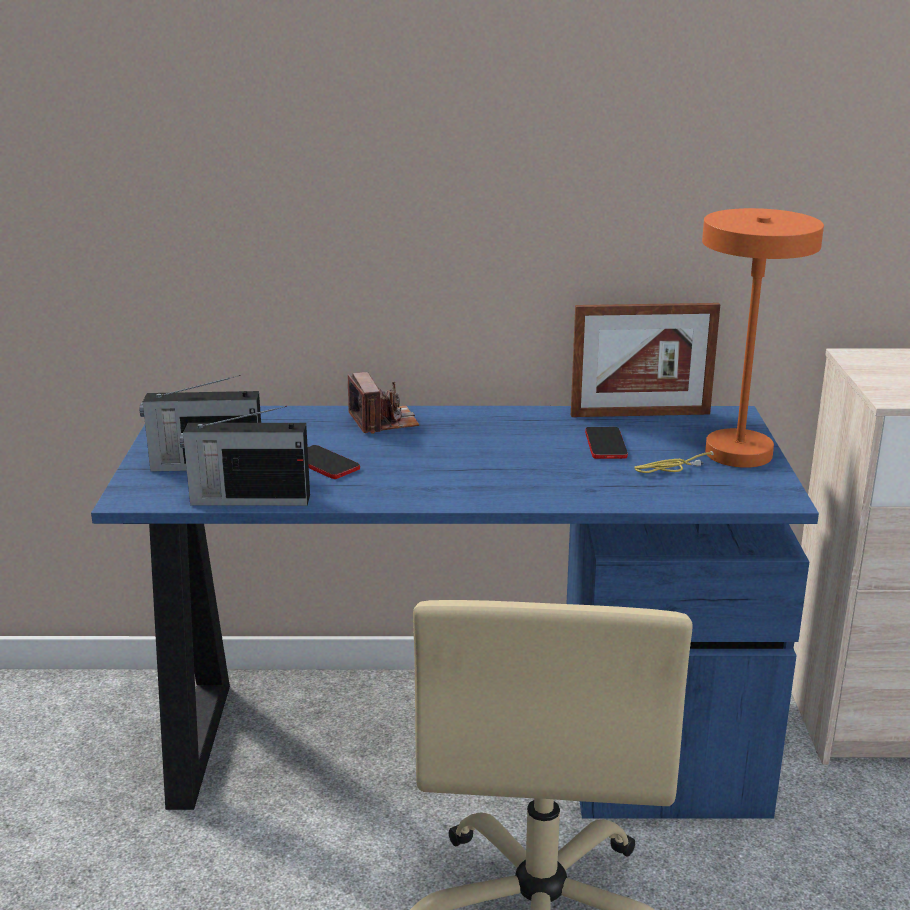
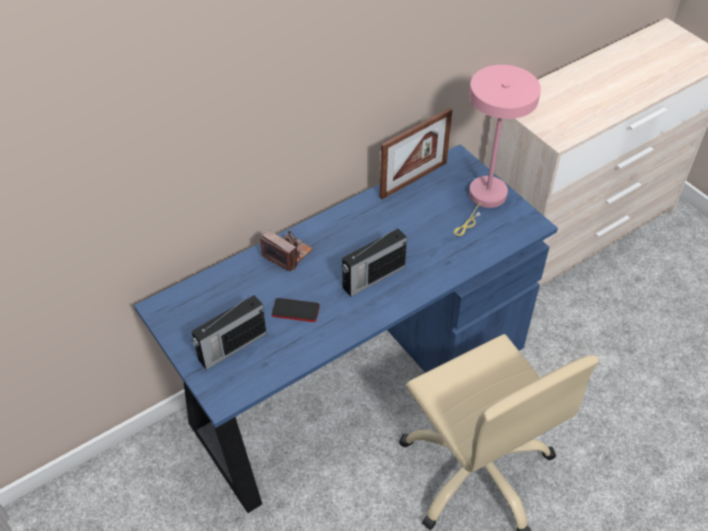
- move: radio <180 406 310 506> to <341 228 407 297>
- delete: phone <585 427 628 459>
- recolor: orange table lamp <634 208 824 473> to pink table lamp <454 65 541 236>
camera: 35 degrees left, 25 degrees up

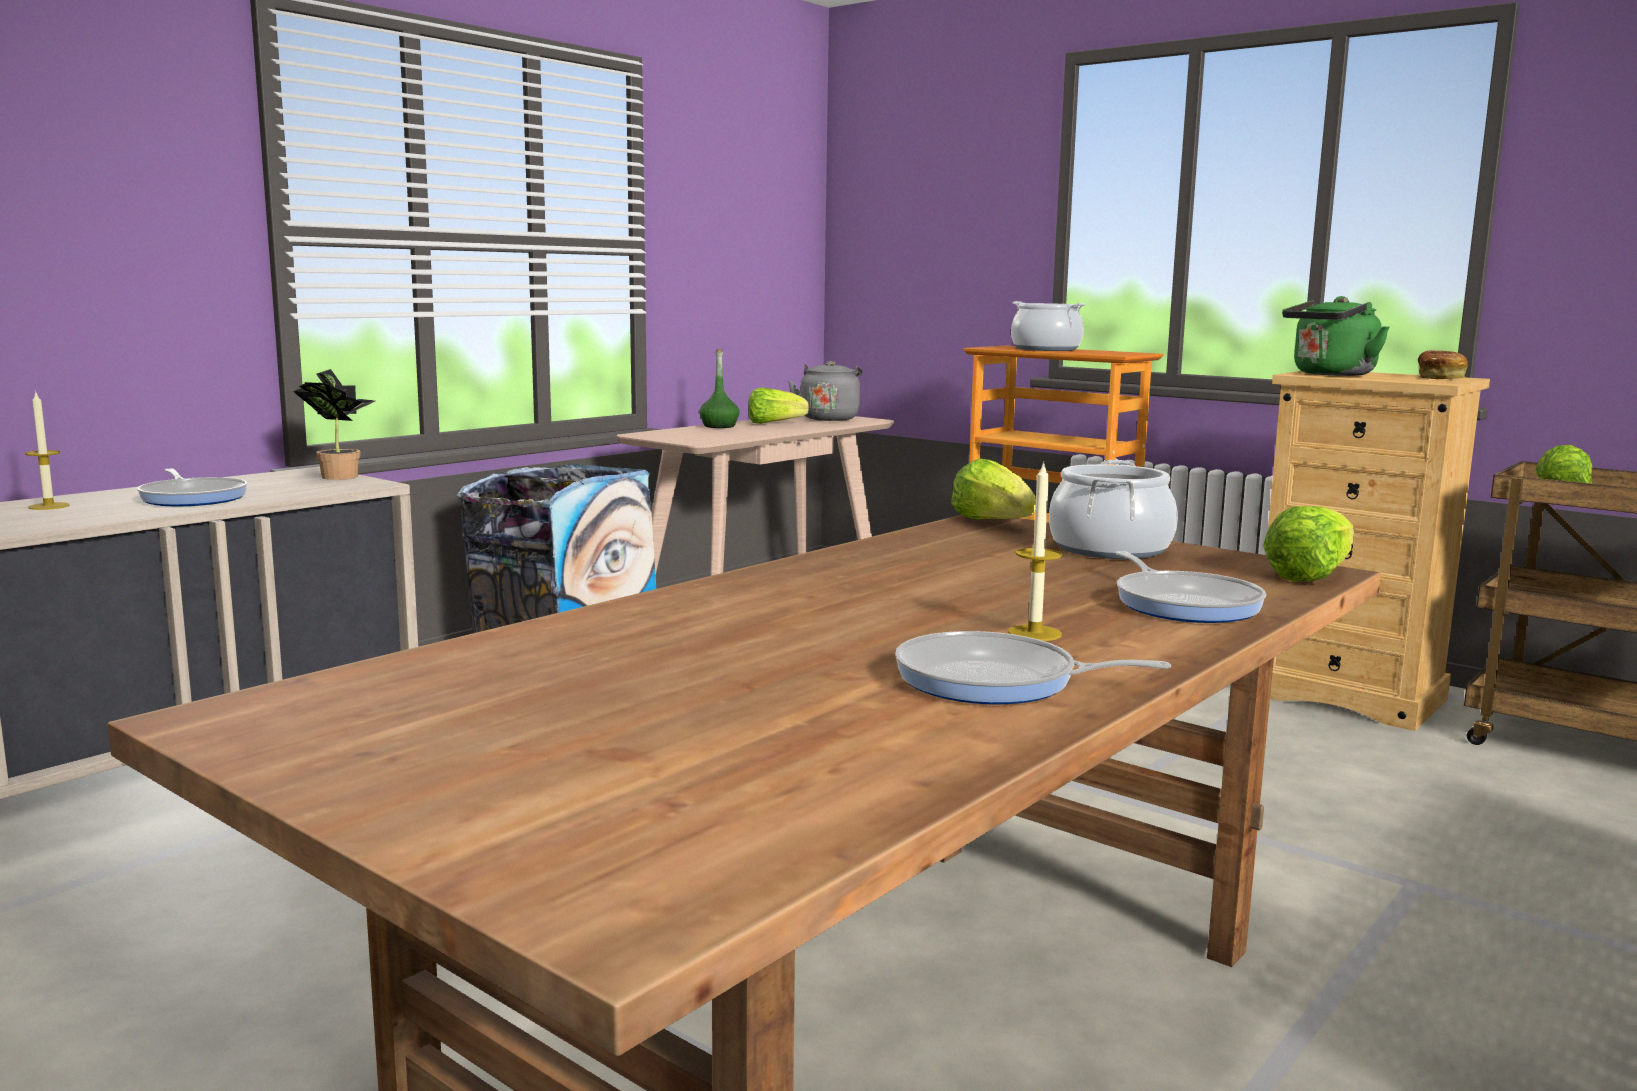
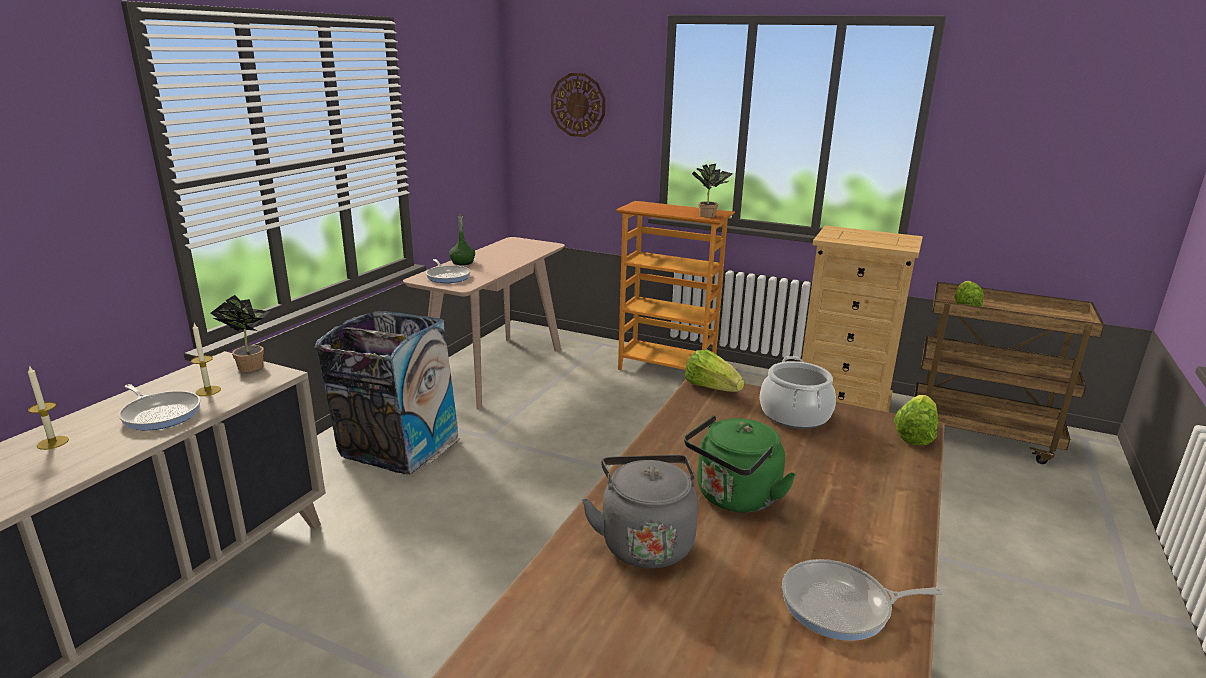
- delete: lettuce <748 387 809 424>
- move: grey kettle <788 361 862 421> to <582 455 698 569>
- move: candle <1008 462 1062 641> to <191 323 221 396>
- delete: cooking pot <1011 301 1086 351>
- move: frying pan <1116 551 1266 623> to <426 259 471 283>
- move: green kettle <1282 296 1389 376> to <684 415 796 513>
- delete: bread <1418 350 1468 379>
- insert: wall clock <551 73 605 137>
- insert: potted plant <692 164 733 218>
camera: 15 degrees left, 10 degrees up

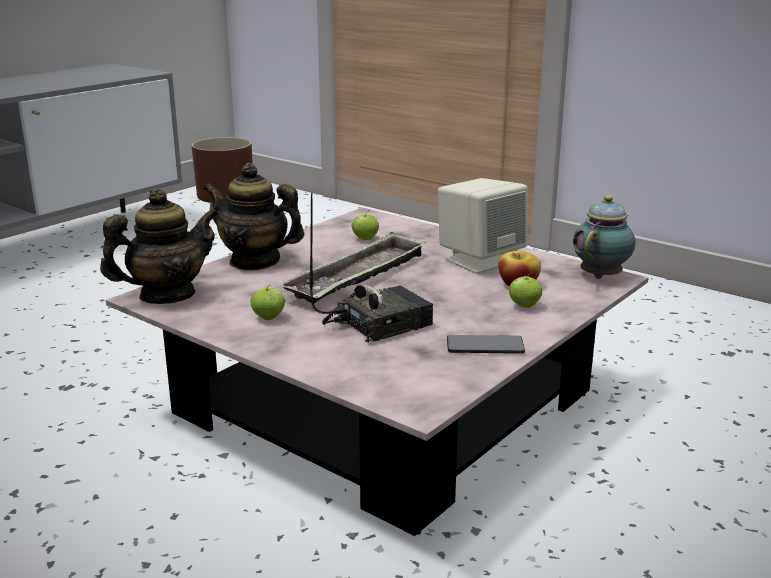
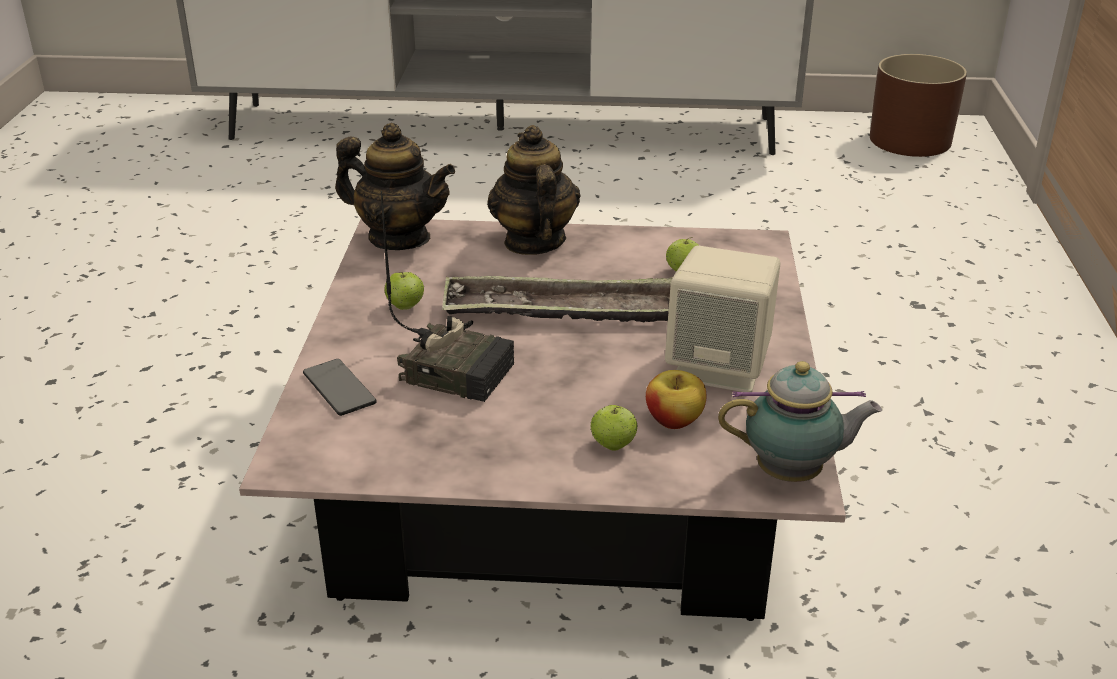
- move: phone <447 335 525 354> to <303 359 377 416>
camera: 55 degrees right, 10 degrees up

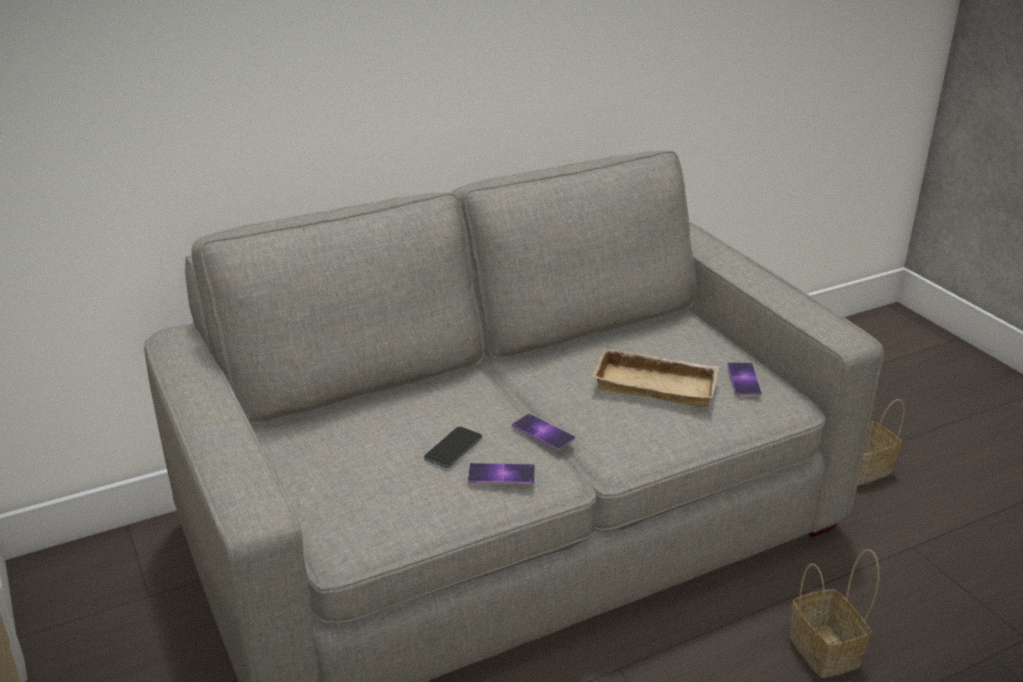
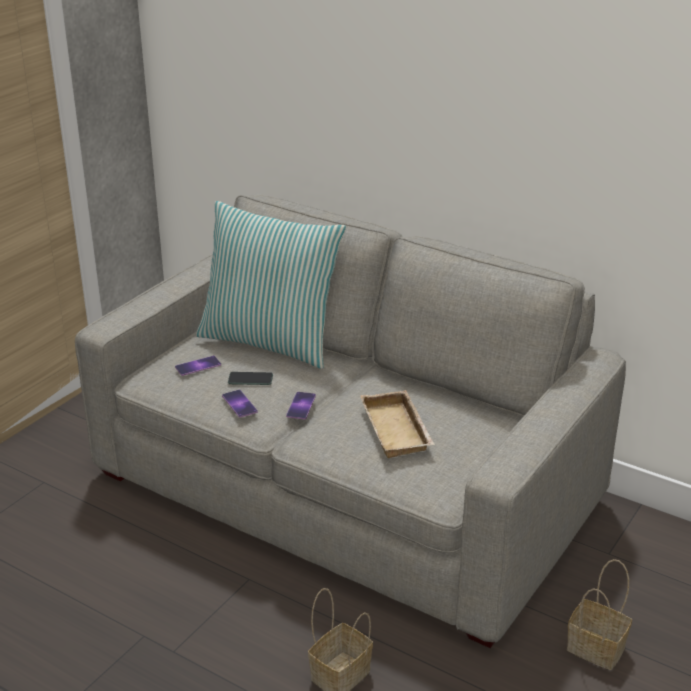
- move: phone <727 362 762 395> to <175 356 221 376>
- insert: pillow <196 201 346 369>
camera: 60 degrees right, 0 degrees up

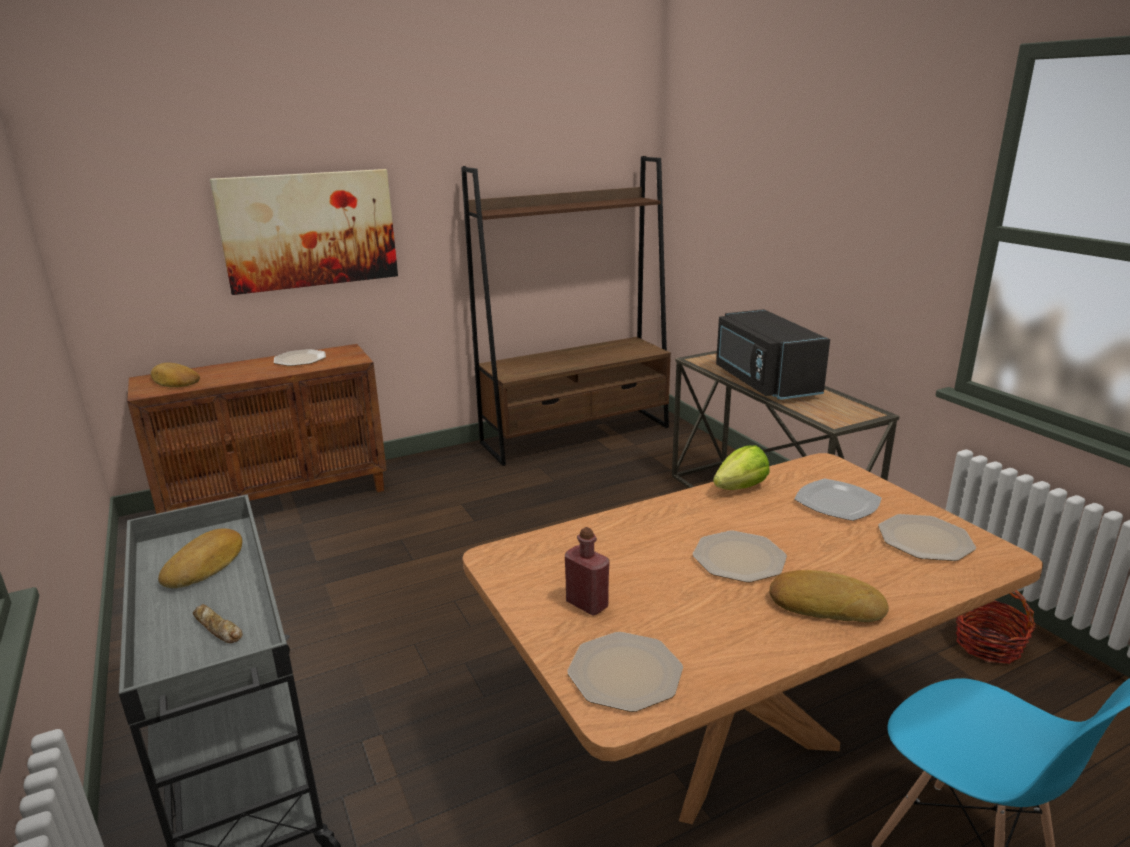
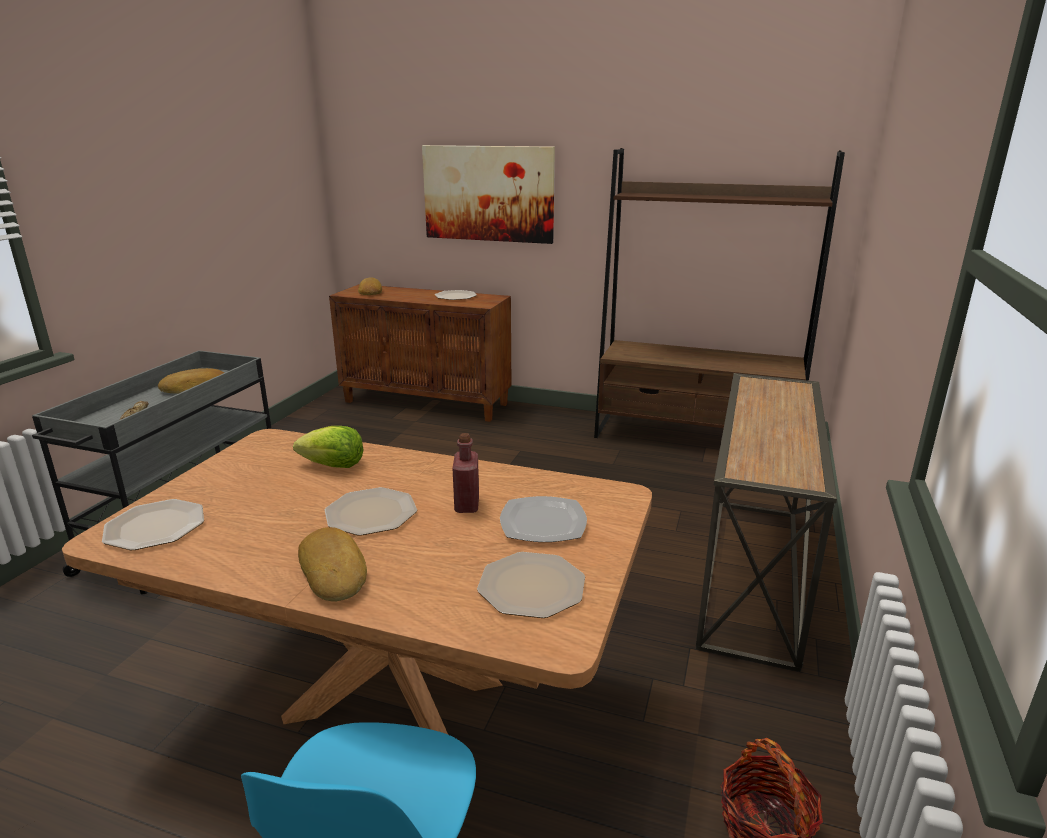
- move: red bottle <565 527 610 616> to <453 433 479 513>
- move: lettuce <713 445 769 490> to <293 426 363 468>
- delete: black microwave <716 309 830 400>
camera: 45 degrees right, 0 degrees up

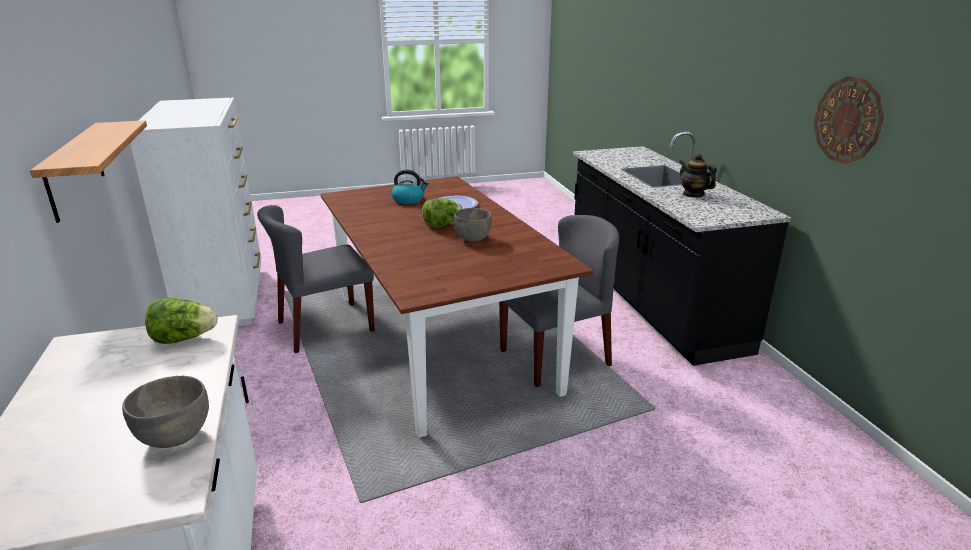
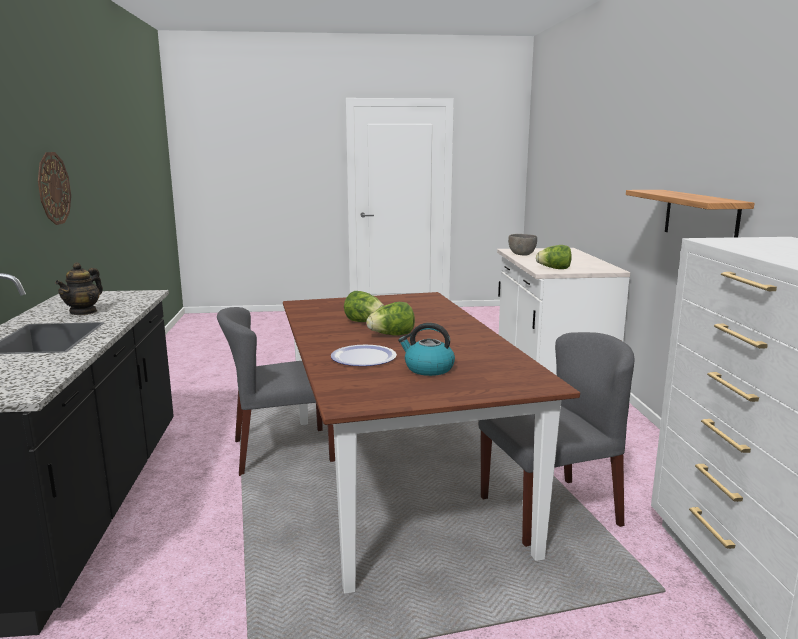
- replace: grey bowl <454 208 492 241> to lettuce <344 291 384 322>
- rotate: teapot <679 154 717 198> = <55 262 103 315> 45 degrees clockwise
camera: 170 degrees left, 10 degrees down

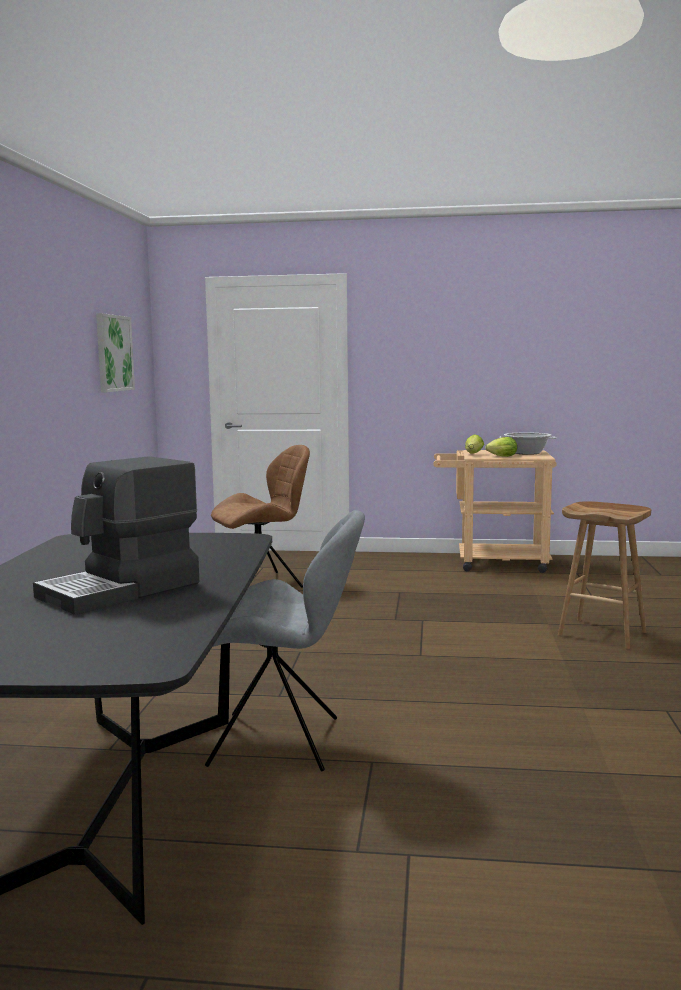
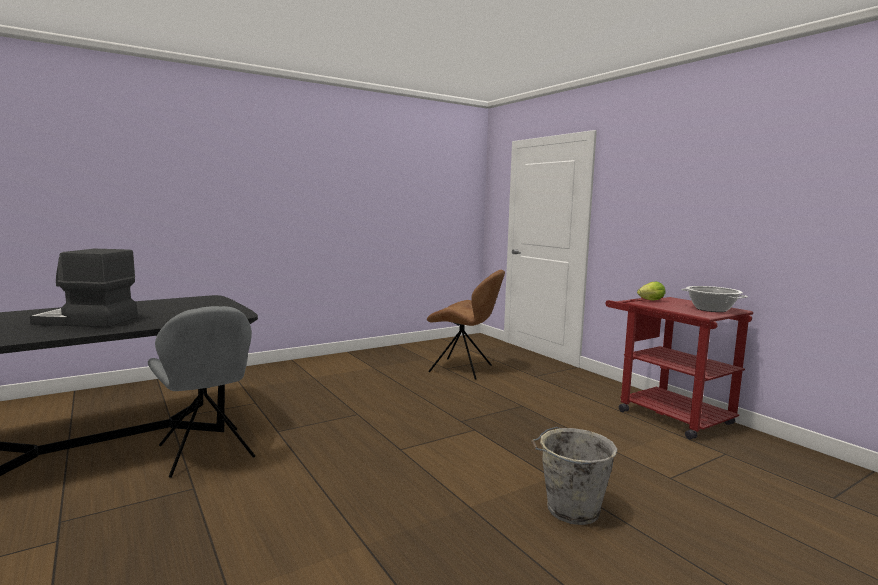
- delete: picture <96 313 135 392>
- recolor: beige cart <433 450 557 573> to red cart <605 297 753 440>
- delete: lettuce <485 437 517 457>
- replace: brown stool <558 501 651 649> to grey bucket <531 427 618 525>
camera: 50 degrees right, 0 degrees up

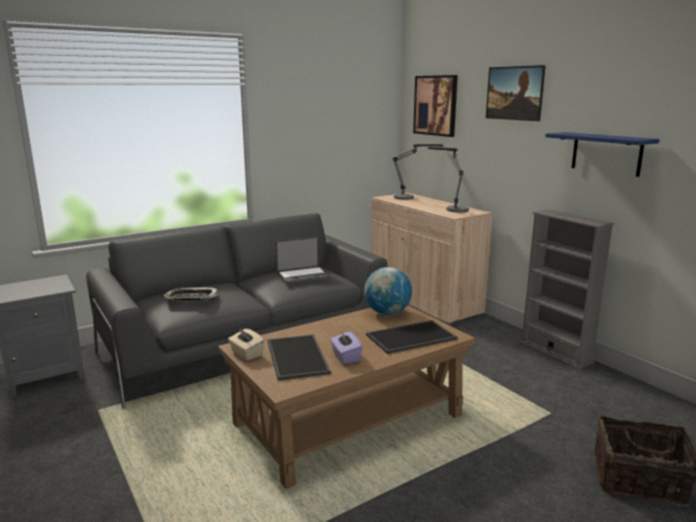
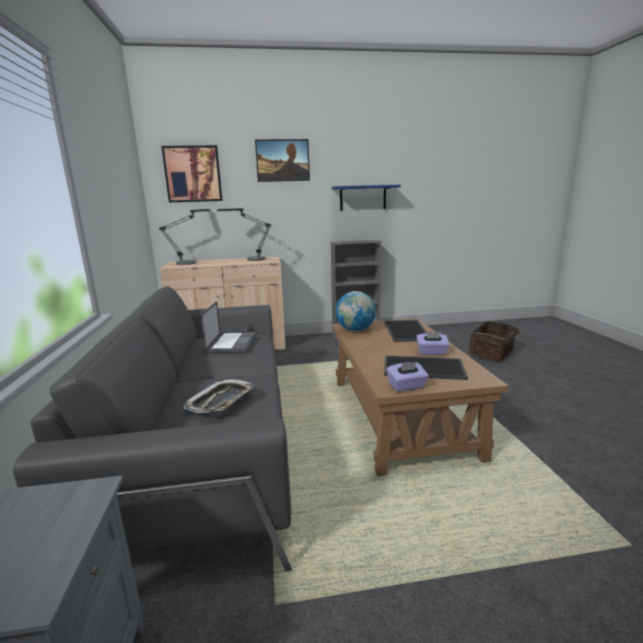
- recolor: beige tissue box <228 328 264 361> to purple tissue box <386 362 429 392>
camera: 65 degrees left, 0 degrees up

